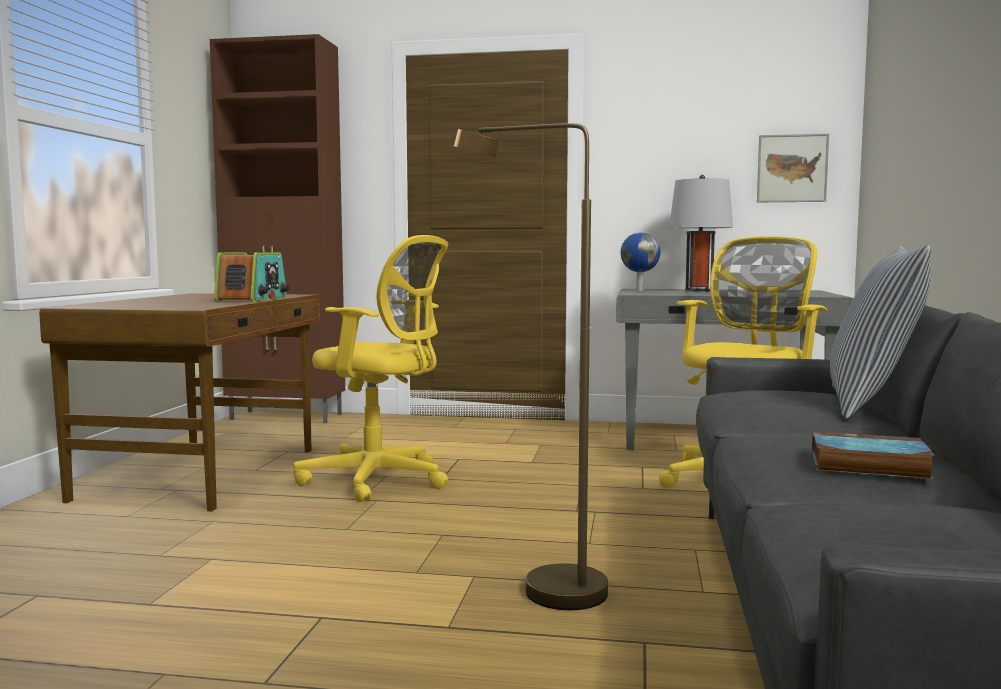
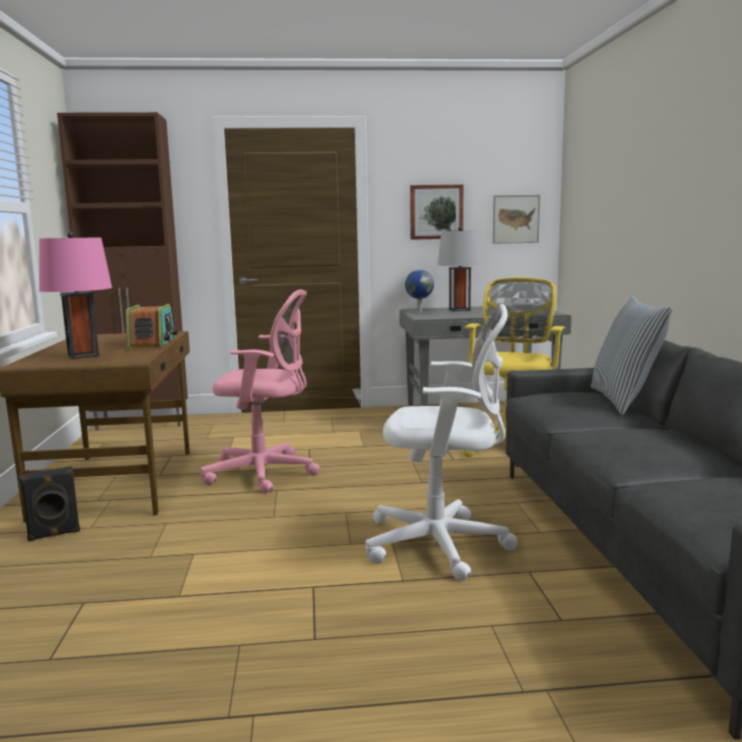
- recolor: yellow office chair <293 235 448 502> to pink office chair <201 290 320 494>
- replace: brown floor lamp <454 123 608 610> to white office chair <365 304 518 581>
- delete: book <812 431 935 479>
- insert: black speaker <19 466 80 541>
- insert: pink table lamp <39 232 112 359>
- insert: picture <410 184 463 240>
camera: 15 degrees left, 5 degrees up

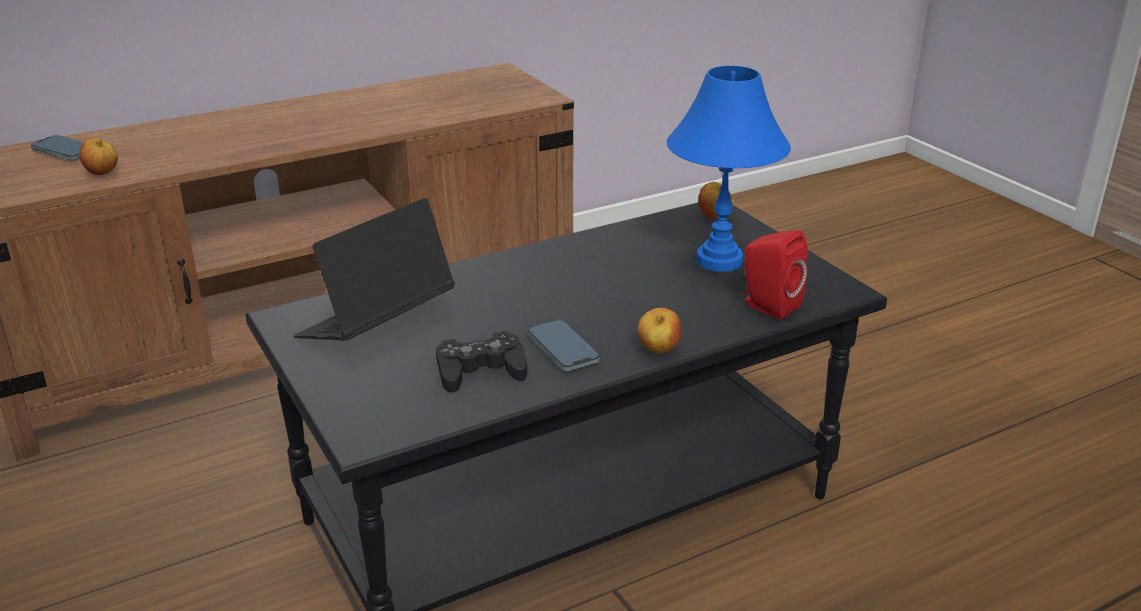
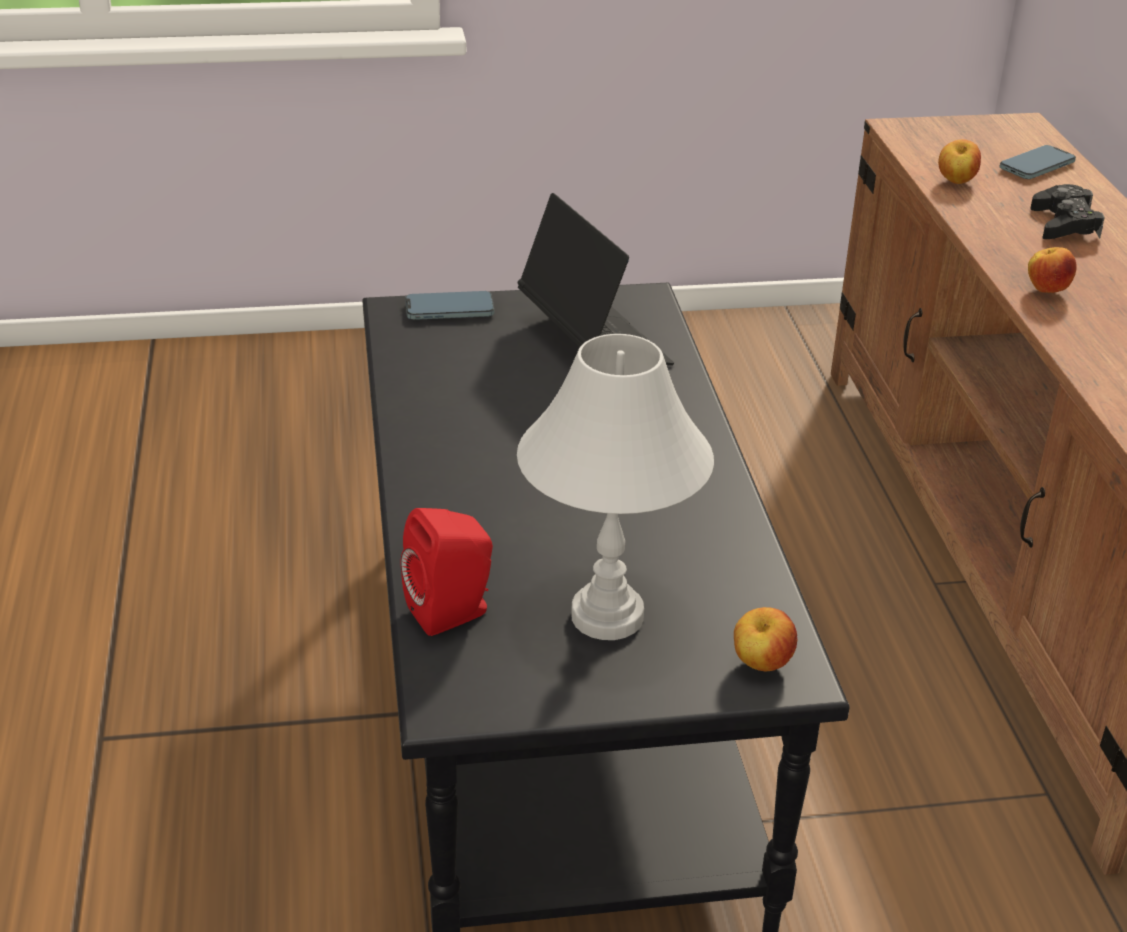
- move: black game controller <436 330 527 393> to <1030 184 1105 239>
- move: phone <528 320 600 371> to <405 291 494 320>
- move: apple <637 308 681 354> to <1028 247 1077 293>
- recolor: blue table lamp <666 66 791 272> to white table lamp <517 334 714 640>
camera: 110 degrees right, 5 degrees up

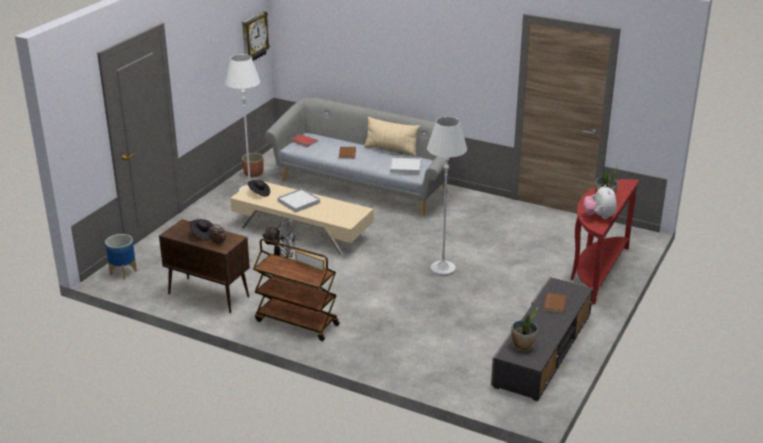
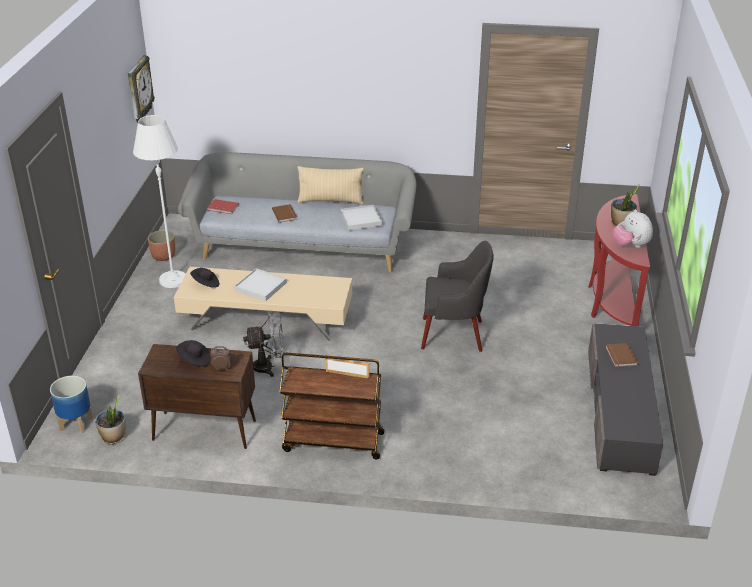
- replace: white floor lamp <427 117 467 276> to grey armchair <421 241 494 352>
- move: potted plant <511 307 539 351> to <95 395 126 444>
camera: 20 degrees left, 5 degrees up

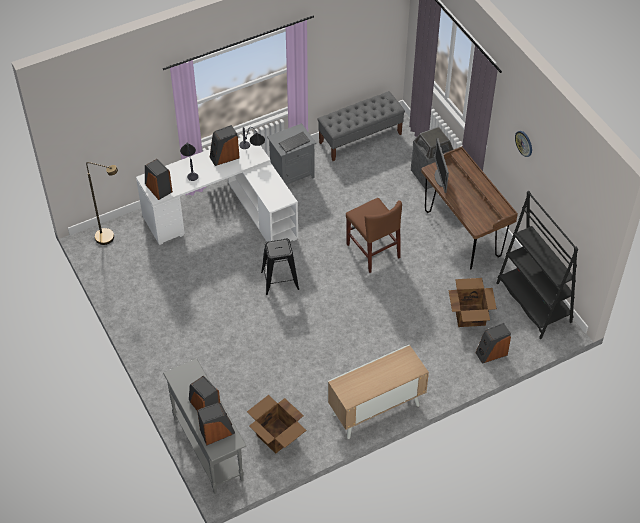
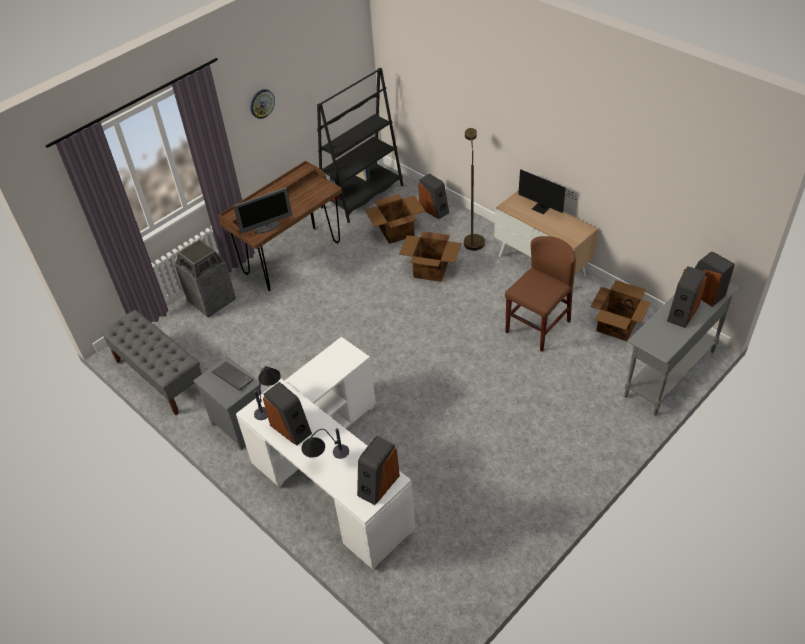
- move: brown floor lamp <86 162 118 245> to <464 128 485 250>
- delete: black stool <261 239 299 295>
- move: brown chair <346 198 402 273> to <505 236 576 352>
- insert: cardboard box <399 231 462 282>
- insert: monitor <518 169 574 214>
camera: 105 degrees left, 5 degrees down

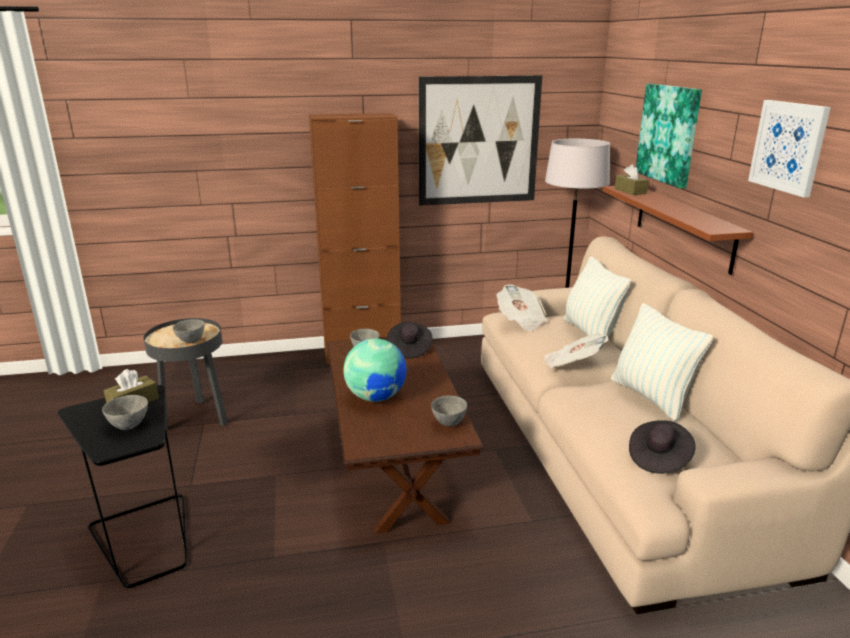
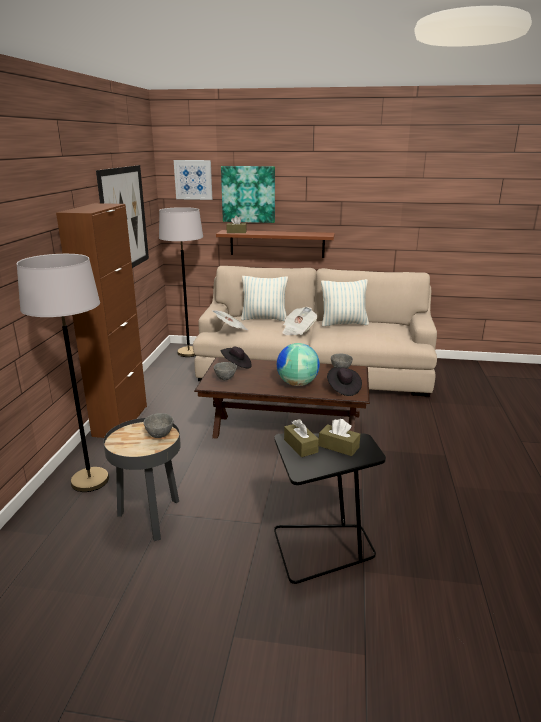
- replace: grey bowl <102 395 148 430> to brown tissue box <319 419 360 456>
- move: black hat <629 420 696 474> to <327 367 362 396>
- move: picture <748 100 831 198> to <174 160 212 200>
- insert: grey floor lamp <16 254 109 492>
camera: 70 degrees left, 0 degrees up

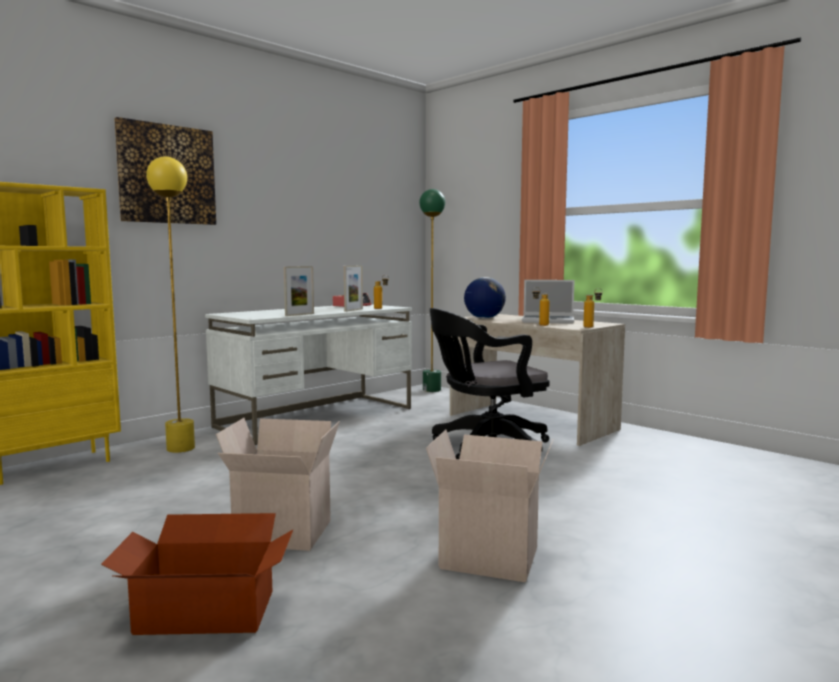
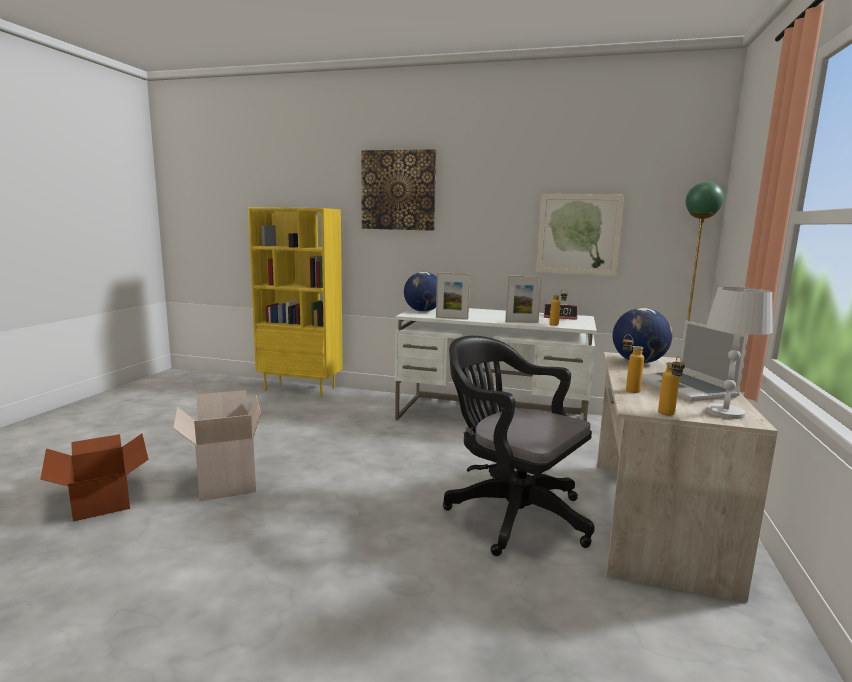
- delete: yellow floor lamp <146 156 195 453>
- delete: cardboard box <426 429 554 582>
- insert: globe <404 272 437 312>
- insert: picture <536 194 624 276>
- insert: white table lamp <706 287 773 419>
camera: 60 degrees right, 5 degrees up

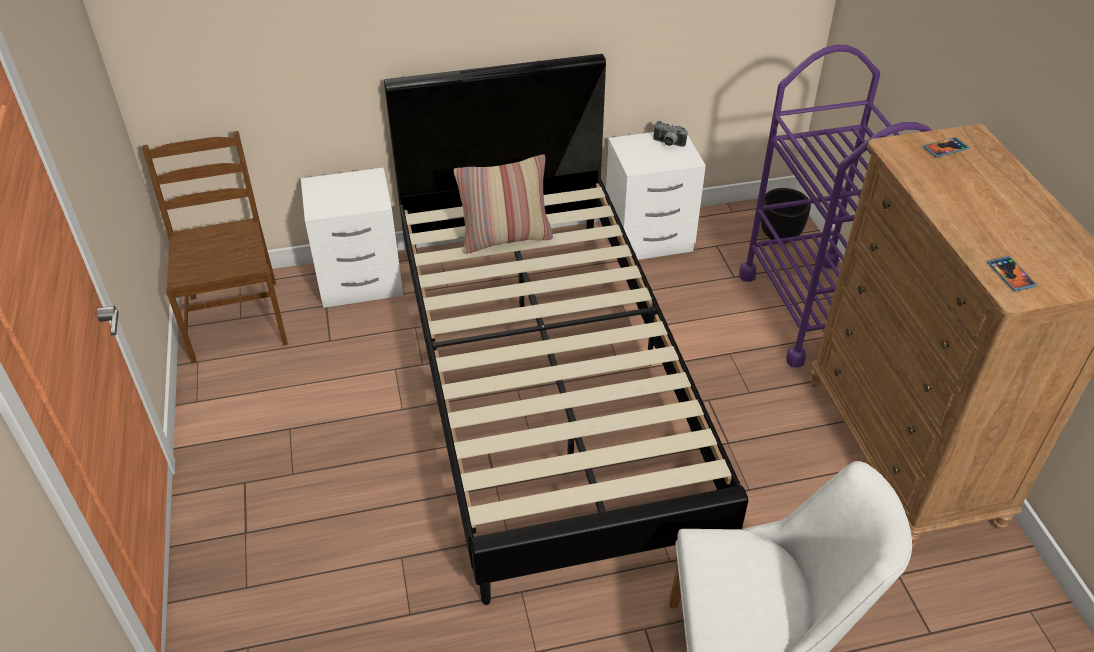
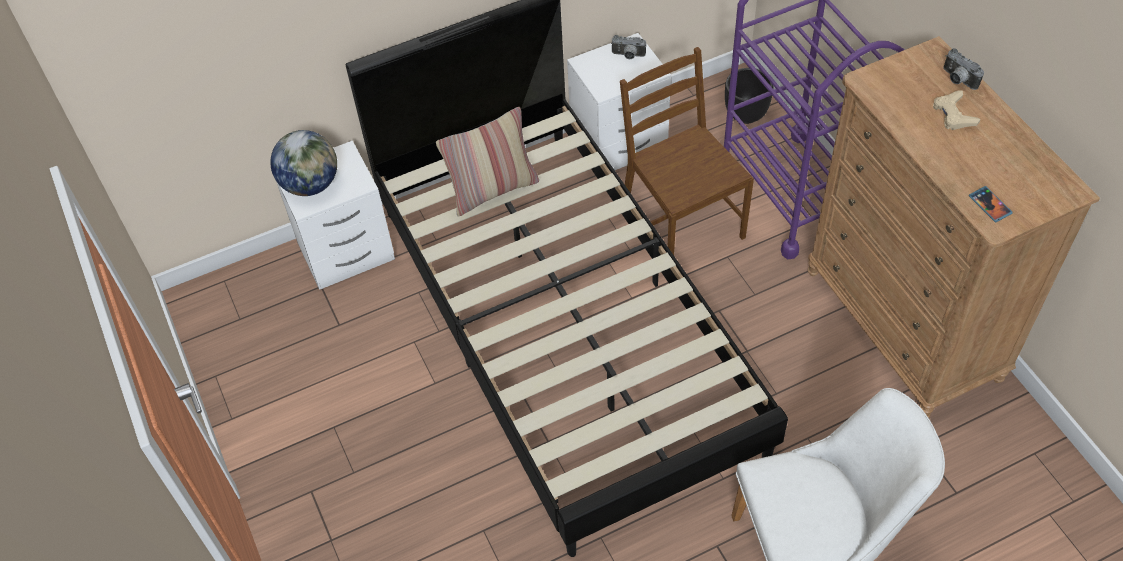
- move: brown chair <142 131 288 363> to <620 47 754 255>
- delete: phone <923 137 969 157>
- insert: globe <270 130 337 196>
- insert: beige game controller <933 90 981 130>
- insert: photo camera <943 48 984 90>
camera: 10 degrees left, 10 degrees up

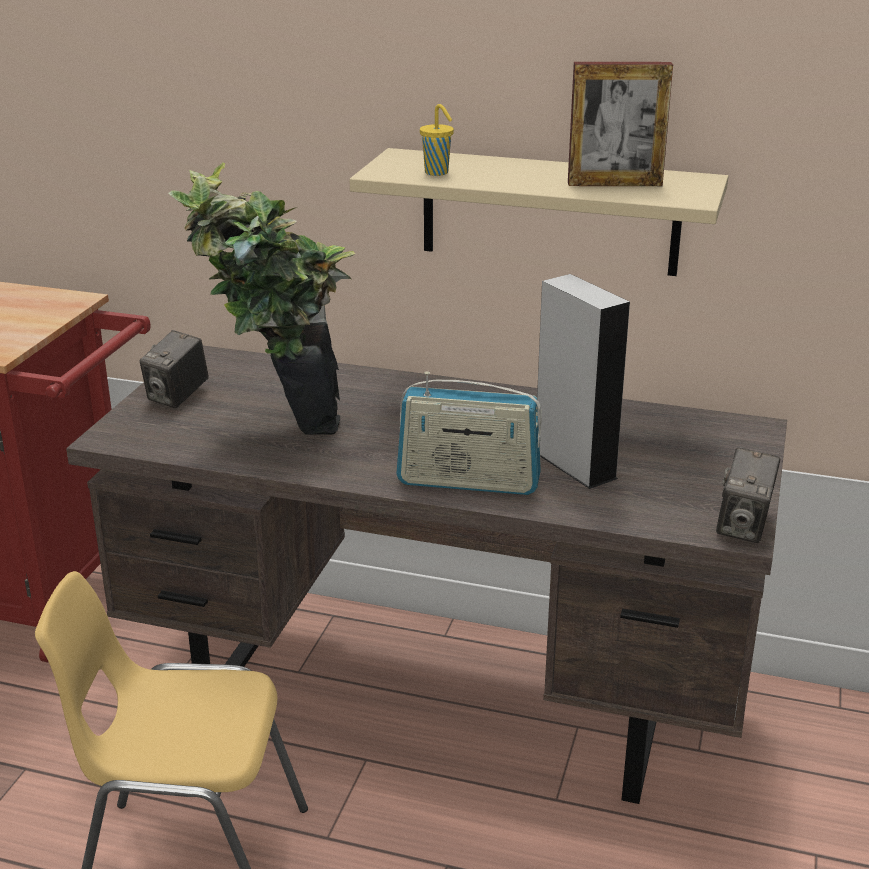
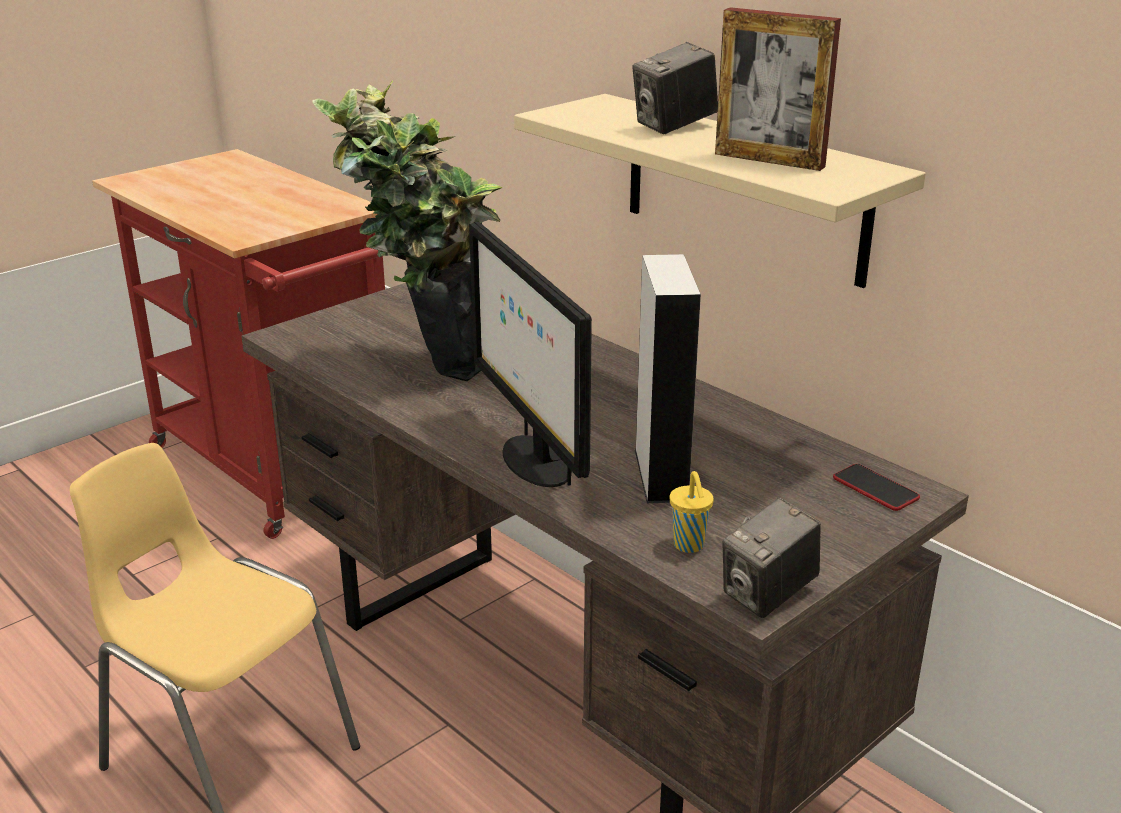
- move: photo camera <140 330 209 408> to <632 42 718 134>
- replace: radio <396 371 542 495> to monitor <469 221 592 487>
- move: yellow cup <420 104 454 176> to <670 471 713 553>
- insert: phone <833 464 920 511>
camera: 30 degrees right, 0 degrees up

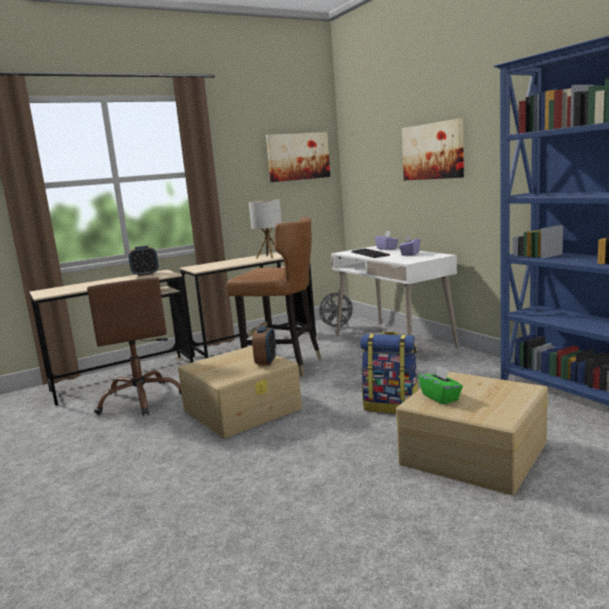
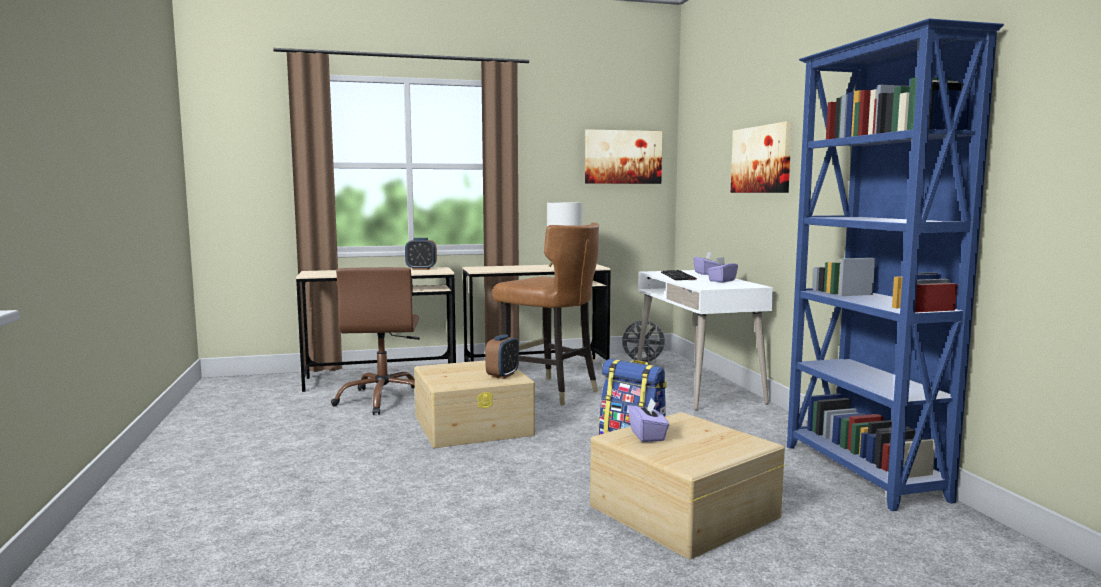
- recolor: green tissue box <418 365 463 405> to purple tissue box <628 398 669 442>
camera: 15 degrees right, 5 degrees down

